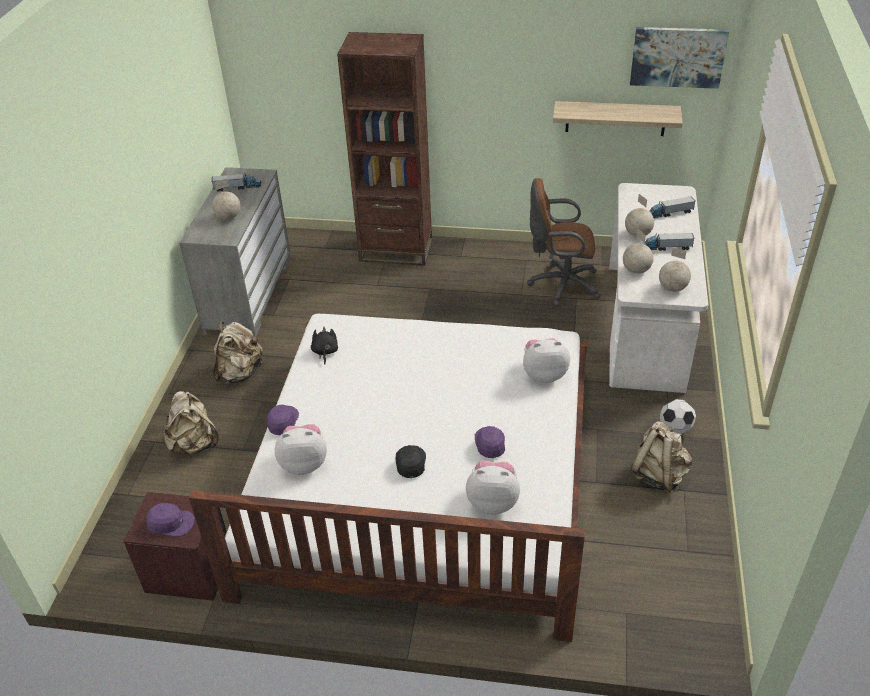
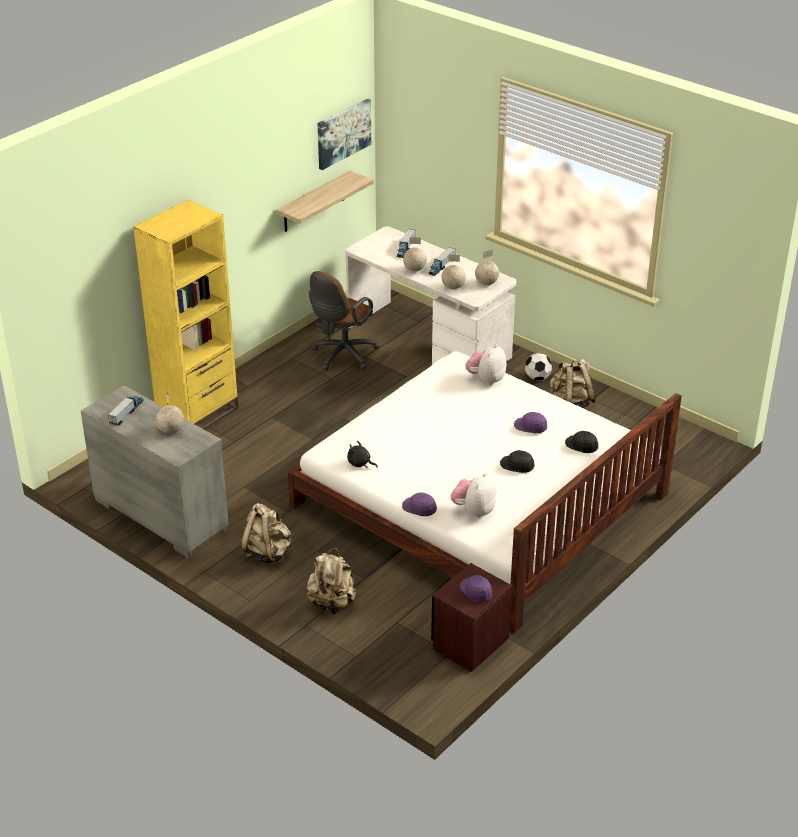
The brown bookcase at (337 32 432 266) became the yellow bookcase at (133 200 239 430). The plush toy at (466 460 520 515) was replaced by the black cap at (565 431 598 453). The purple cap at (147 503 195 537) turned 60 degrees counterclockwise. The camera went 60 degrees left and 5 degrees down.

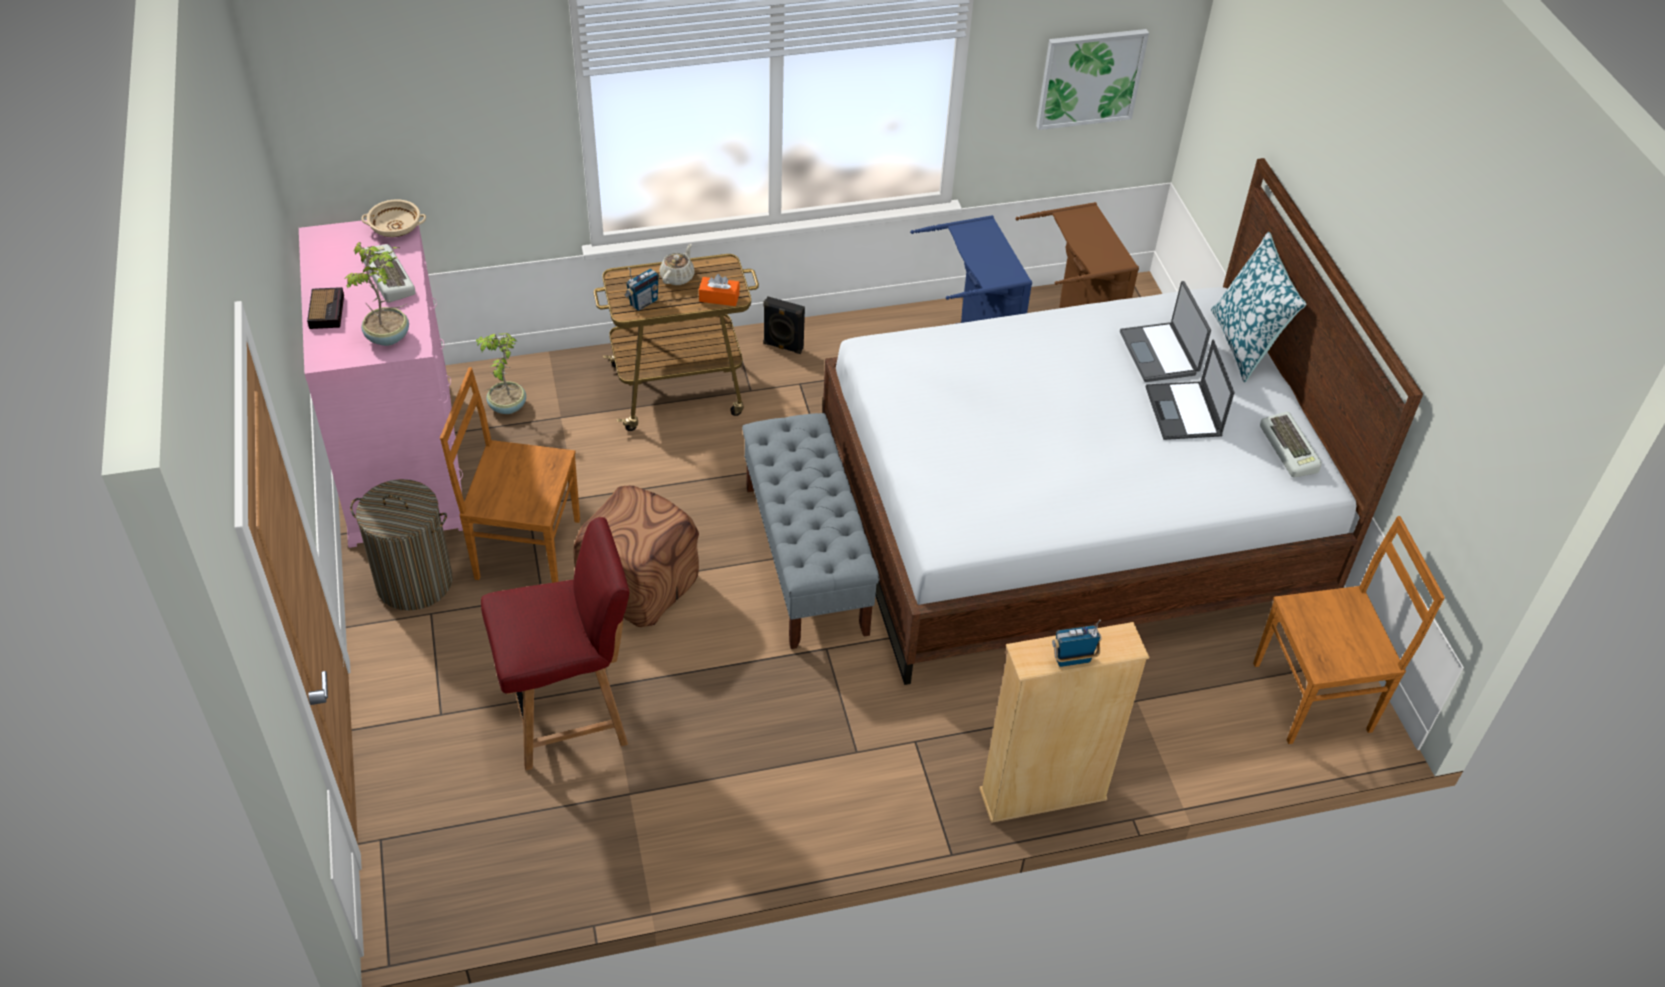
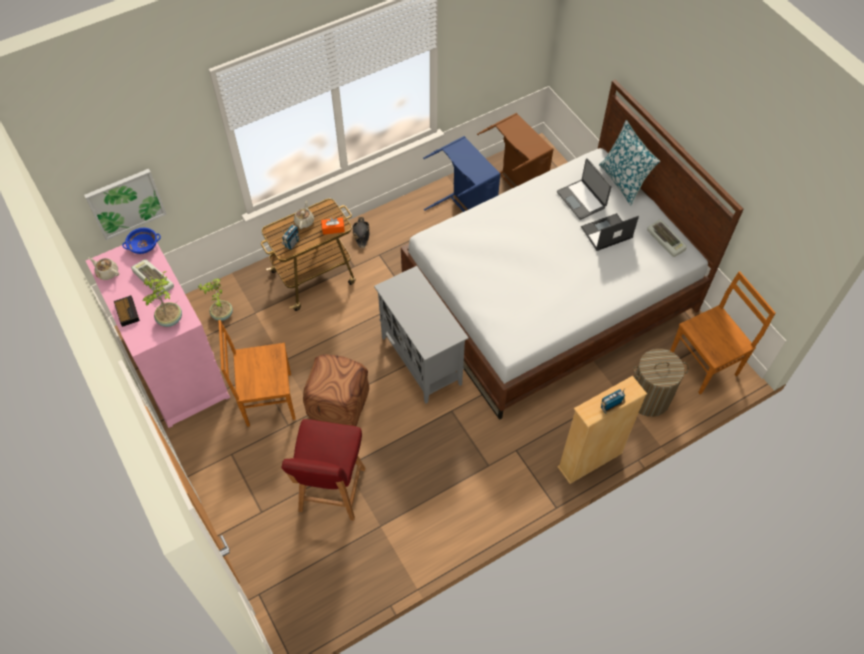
The picture moved from (1036 29 1149 130) to (84 169 167 240). The beige bowl at (361 199 426 237) became the blue bowl at (122 228 161 254). The black speaker at (763 296 805 354) was replaced by the black hat at (352 217 369 248). The laptop at (1146 339 1235 440) turned 90 degrees clockwise. The grey bench at (742 413 879 649) was replaced by the grey cabinet at (374 266 469 404). The laundry basket moved from (350 479 453 611) to (634 349 689 417). The red chair at (481 517 629 770) turned 135 degrees clockwise. The beige teapot at (88 257 119 280) appeared. The camera went 15 degrees left and 10 degrees up.

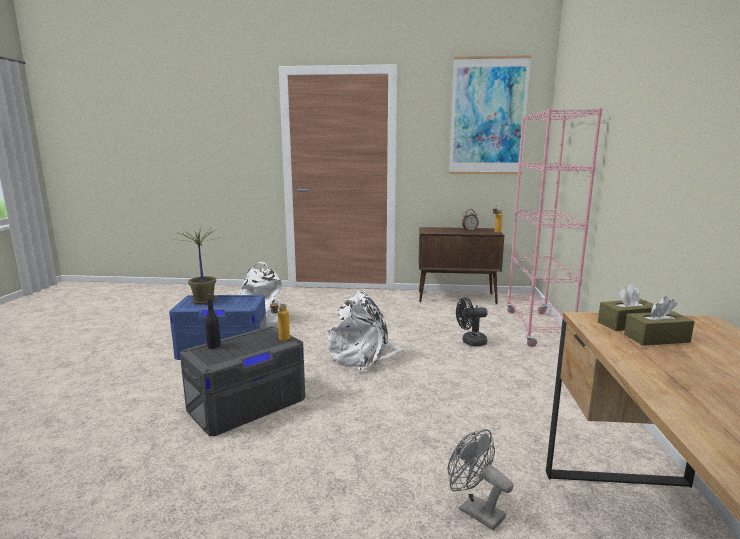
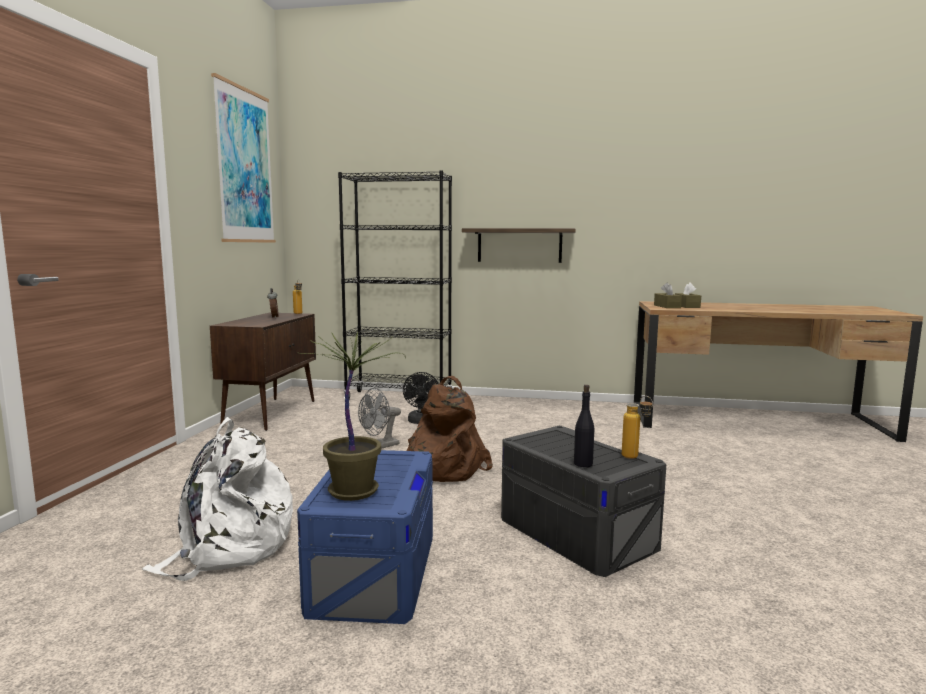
The pink bookcase at (506 108 603 347) became the black bookcase at (338 170 452 399). The white backpack at (328 290 405 372) became the brown backpack at (407 376 493 482). The bottle moved from (270 299 290 341) to (622 396 653 459). The grey fan moved from (448 429 513 530) to (358 388 401 449). The shelf at (462 228 576 263) appeared. The camera went 85 degrees left and 5 degrees down.

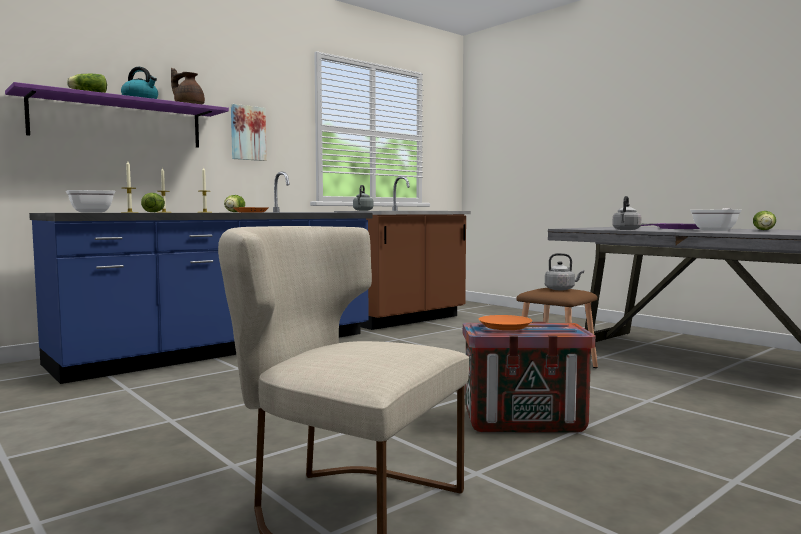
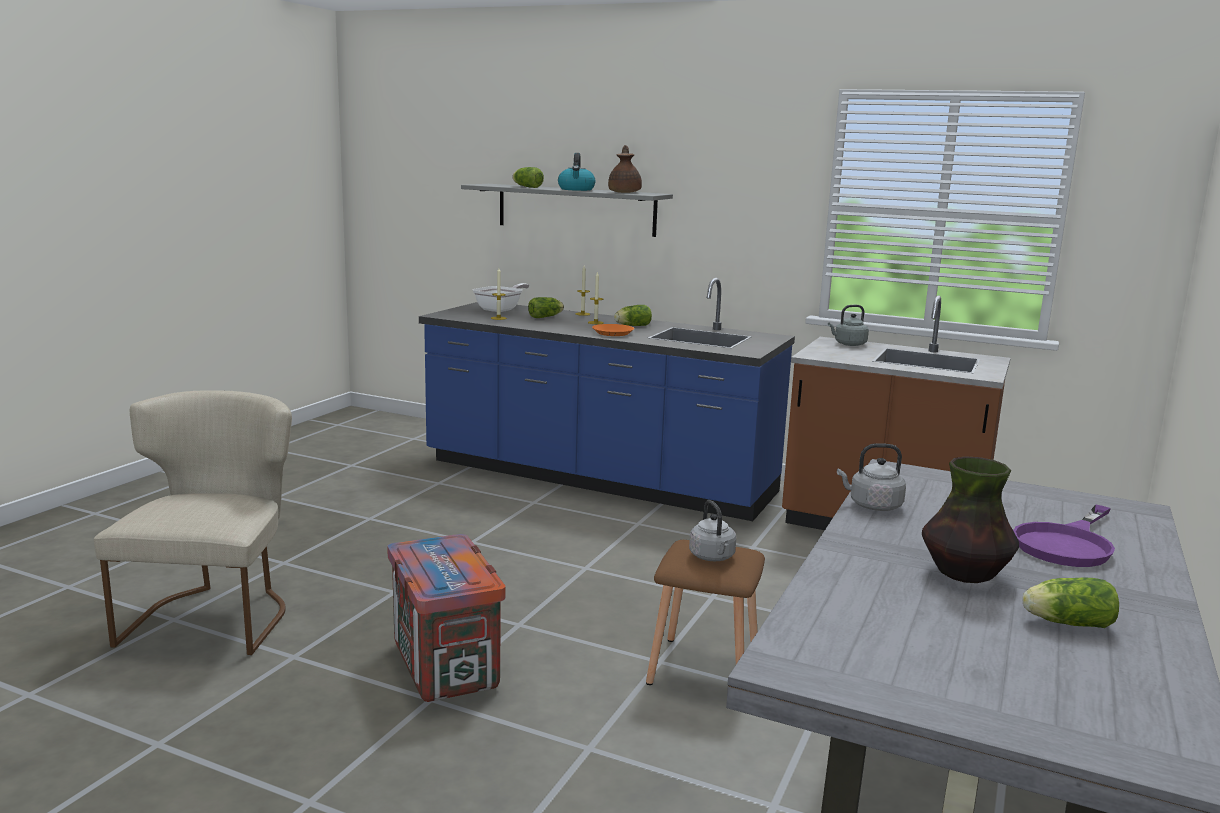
The purple shelf at (5 82 229 148) became the grey shelf at (461 184 673 237). The picture at (231 104 267 161) disappeared. The frying pan at (690 208 742 231) was replaced by the vase at (922 456 1019 583). The orange plate at (479 315 532 330) disappeared. The camera went 65 degrees right and 10 degrees up.

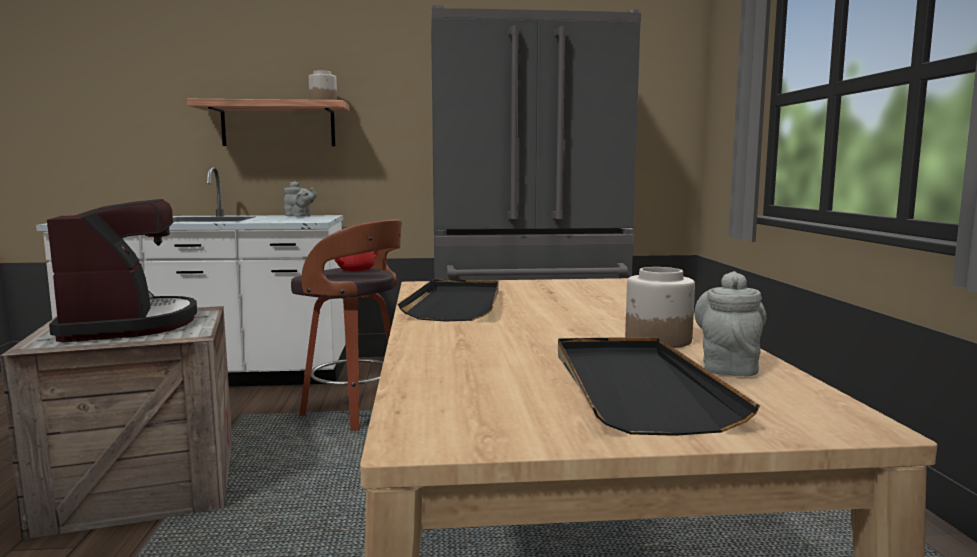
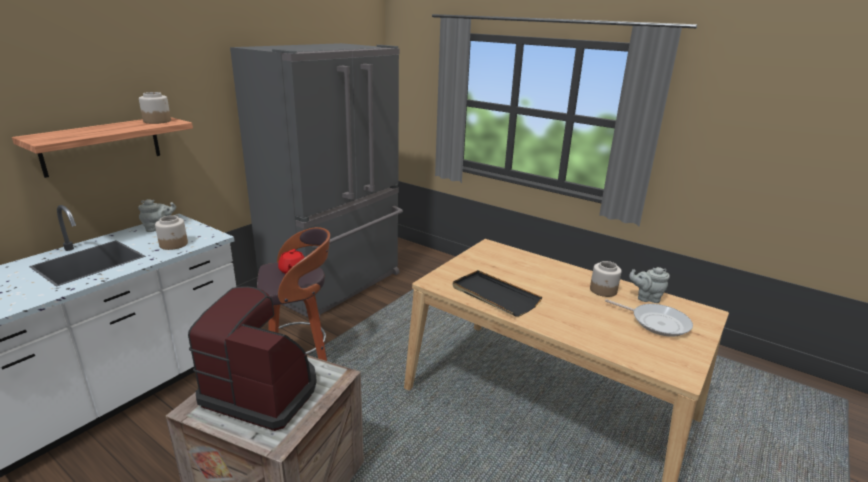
The grey teapot at (694 271 767 376) turned 45 degrees counterclockwise. The black tray at (558 337 760 436) was replaced by the frying pan at (605 299 693 337). The jar at (155 215 188 250) appeared. The camera went 50 degrees left and 15 degrees up.

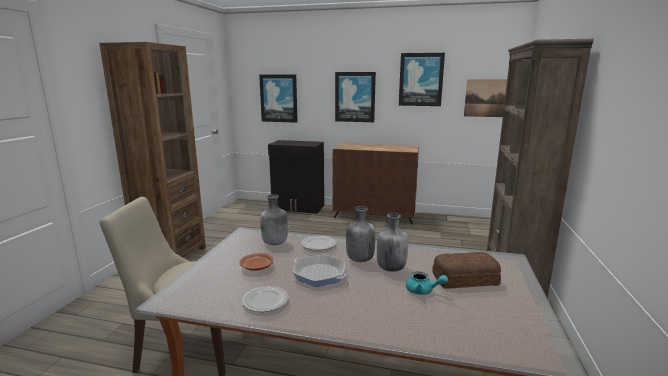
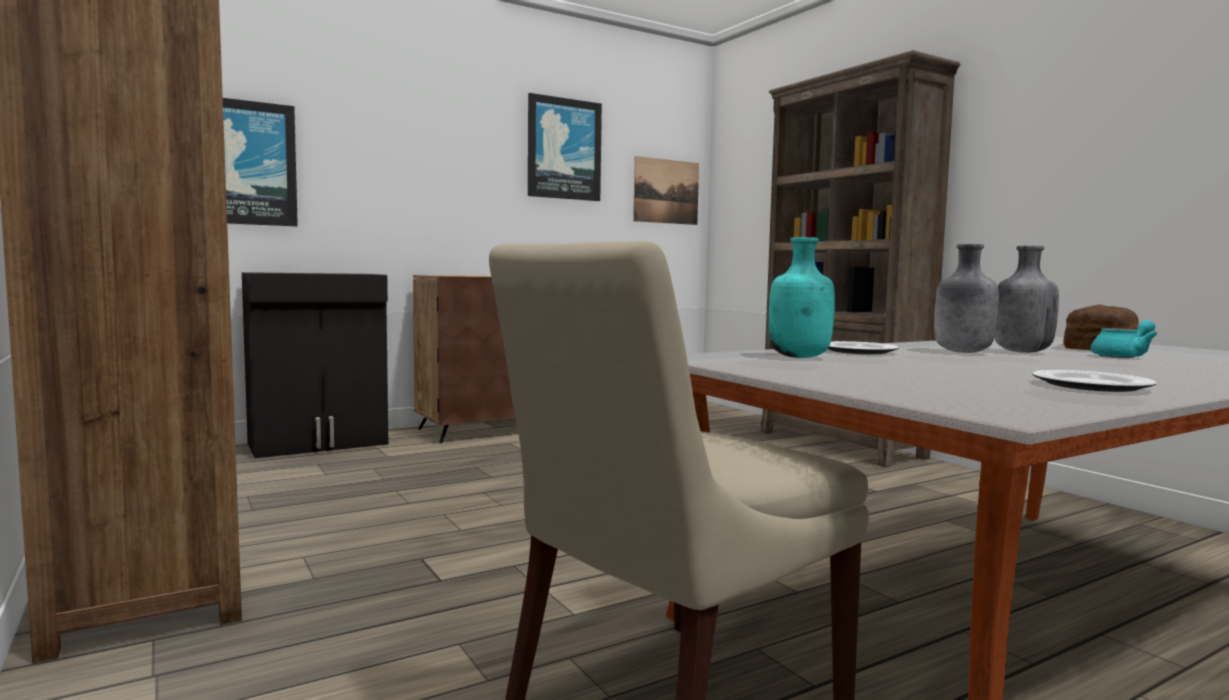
The picture at (335 72 376 122) disappeared. The grey bottle at (260 194 288 245) became the turquoise bottle at (769 237 835 358). The brown plate at (239 253 274 271) disappeared. The frying pan at (292 254 347 287) disappeared. The camera went 45 degrees left and 10 degrees down.

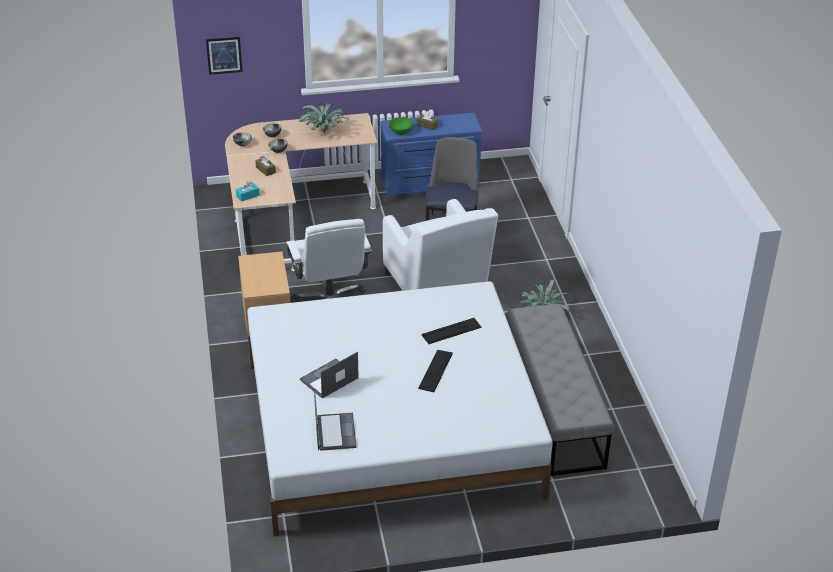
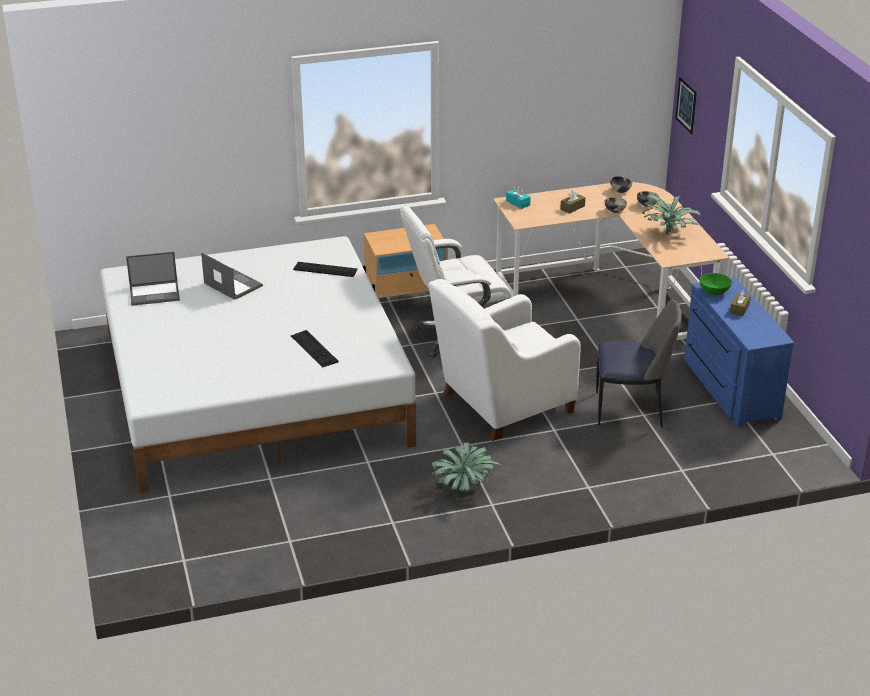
The grey bench at (506 304 614 476) disappeared. The keyboard moved from (418 350 453 392) to (293 262 358 277). The camera went 85 degrees right and 5 degrees down.

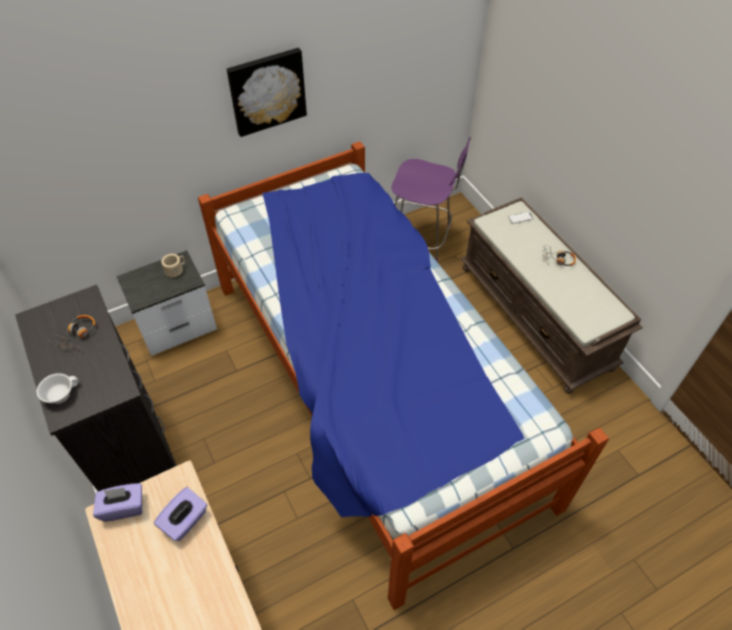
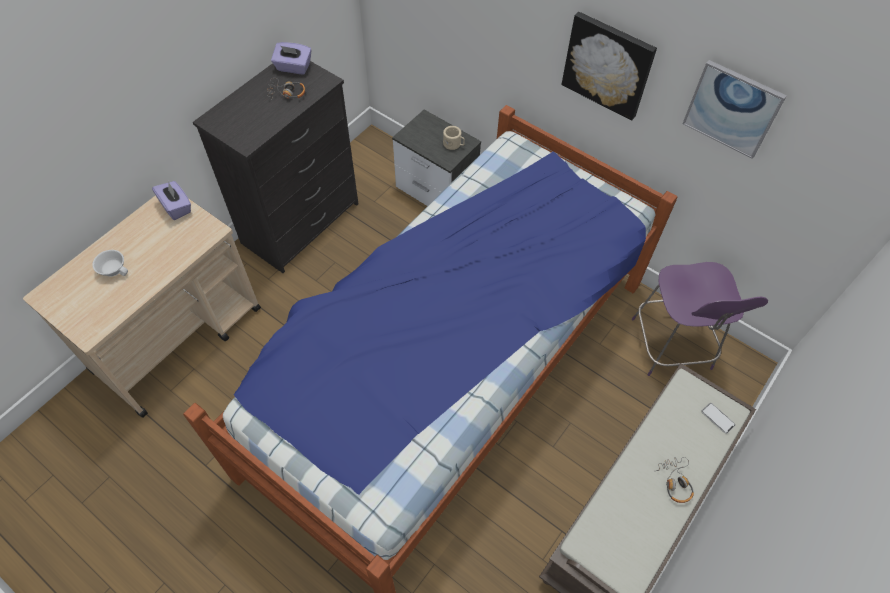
The white cup moved from (37 373 79 404) to (92 250 128 277). The purple tissue box moved from (154 487 207 541) to (271 42 312 74). The picture at (682 60 787 159) appeared. The camera went 65 degrees right and 5 degrees up.

